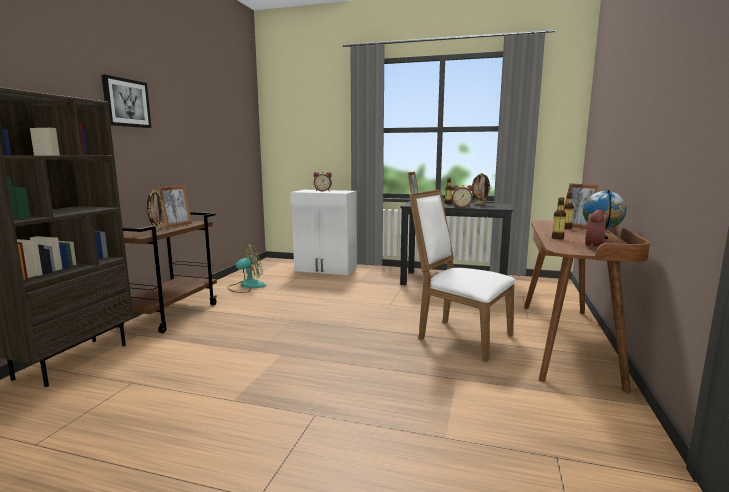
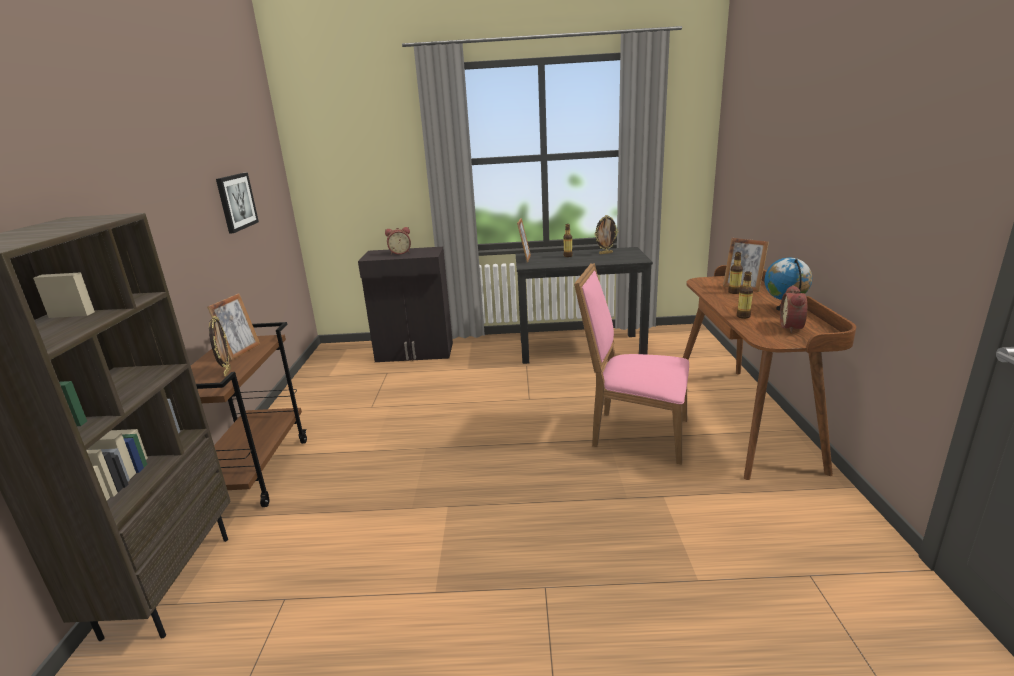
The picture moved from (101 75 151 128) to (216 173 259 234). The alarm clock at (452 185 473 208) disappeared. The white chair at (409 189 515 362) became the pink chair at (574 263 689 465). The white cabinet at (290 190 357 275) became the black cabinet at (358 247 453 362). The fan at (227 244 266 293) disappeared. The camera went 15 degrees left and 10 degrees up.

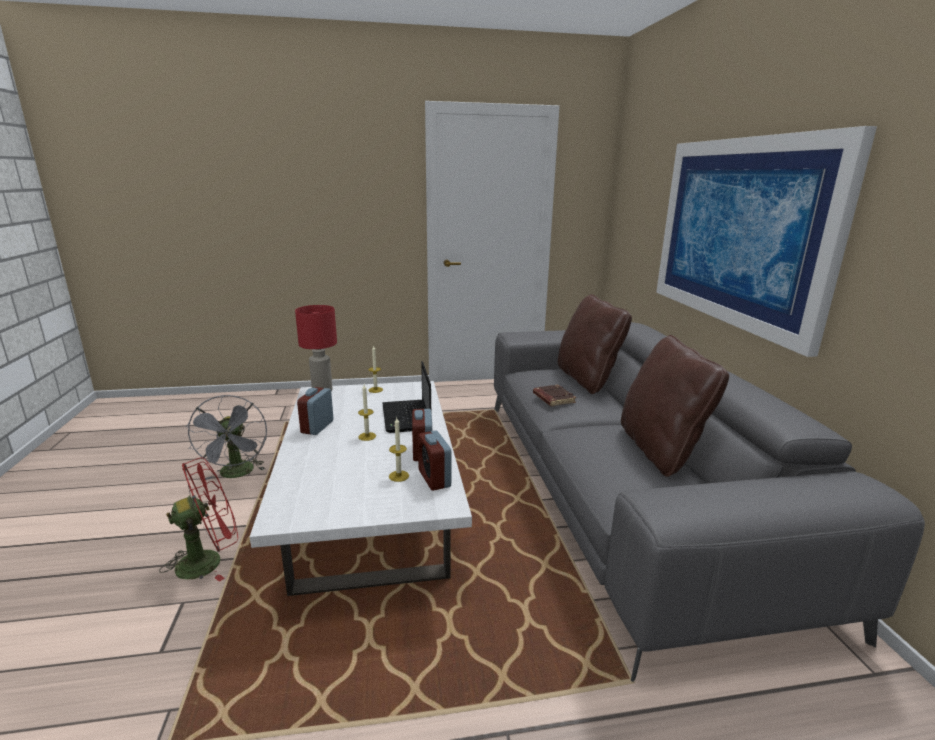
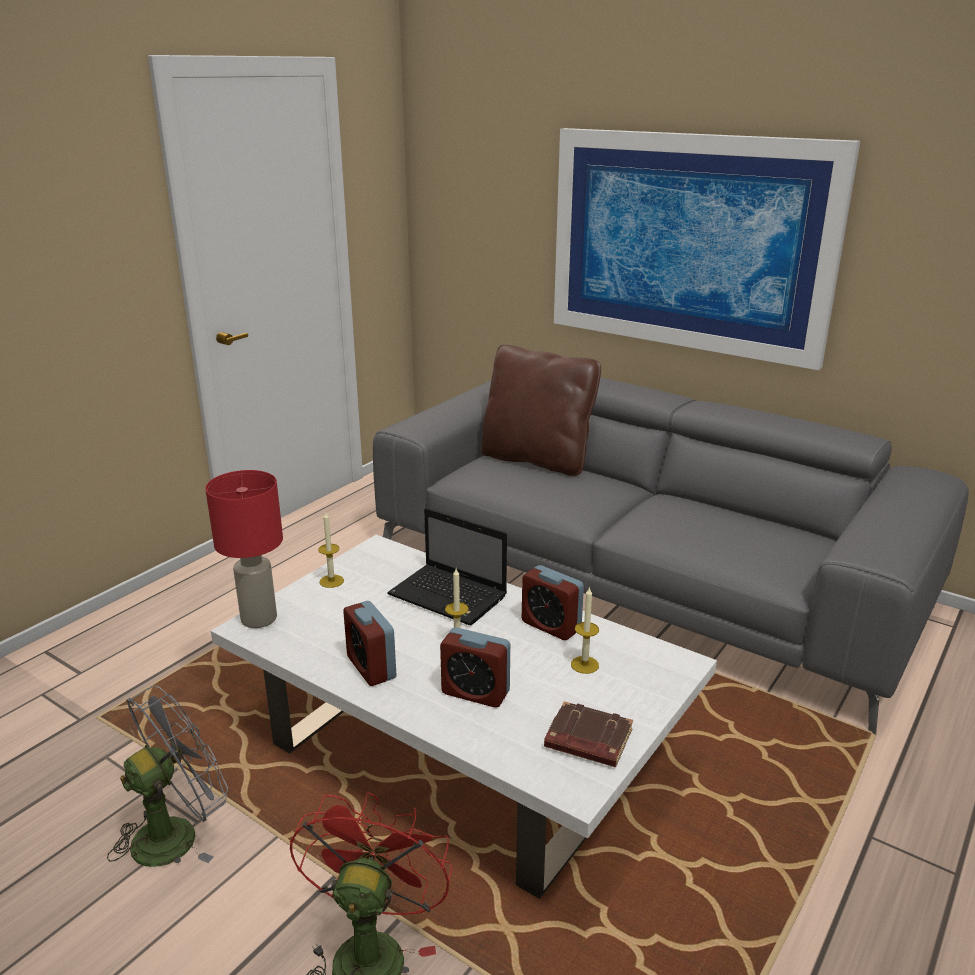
The brown pillow at (621 335 729 477) disappeared. The brown book moved from (533 385 576 406) to (544 701 633 767). The grey fan at (186 395 267 480) turned 75 degrees counterclockwise. The alarm clock moved from (418 430 451 491) to (440 627 510 708). The camera went 45 degrees left and 5 degrees up.

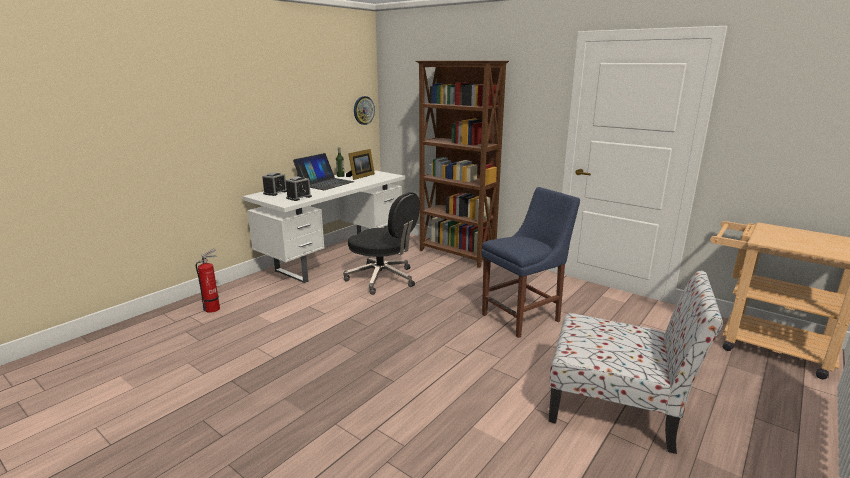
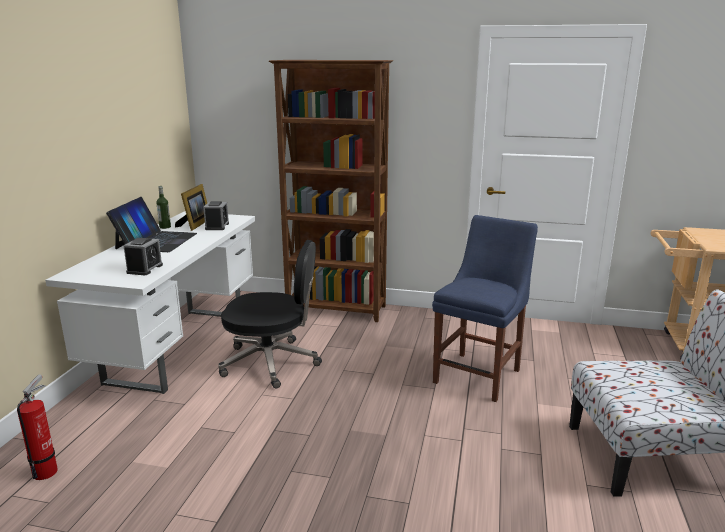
The wall clock at (354 96 375 125) disappeared. The alarm clock moved from (262 172 287 196) to (203 201 229 230). The camera went 25 degrees left and 0 degrees up.

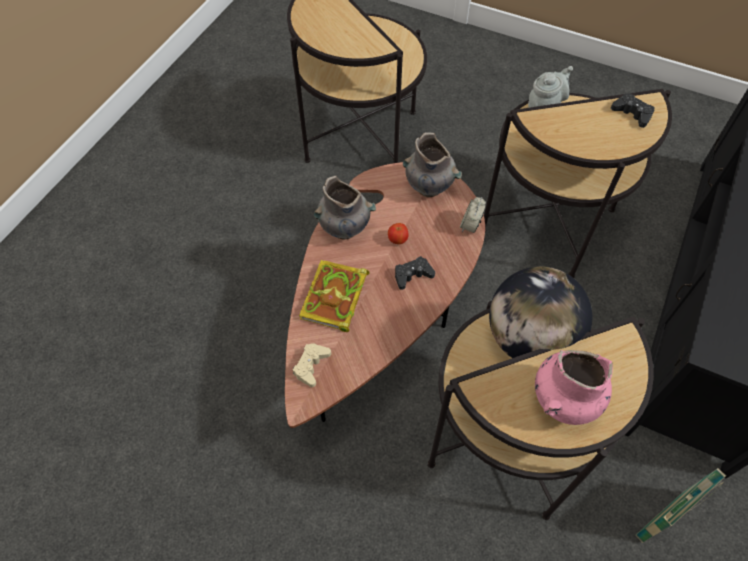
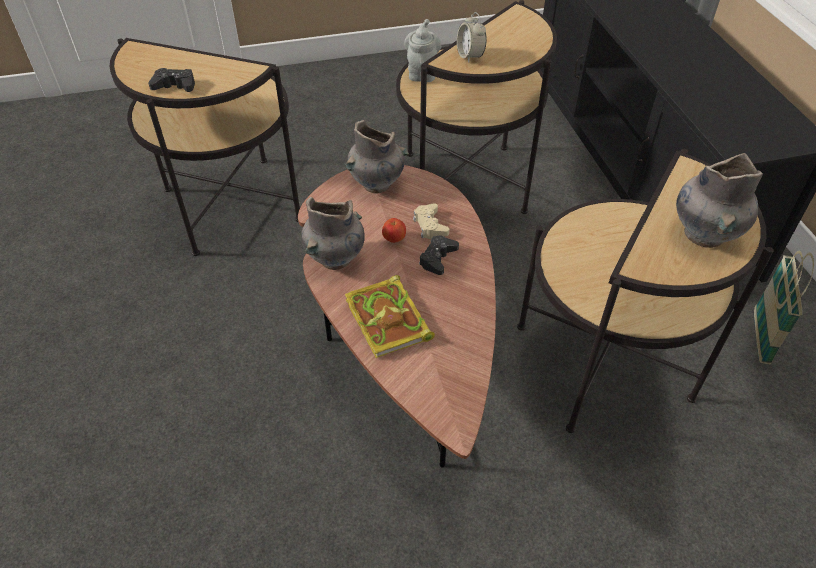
The black game controller moved from (611 93 655 128) to (148 68 195 92). The alarm clock moved from (460 197 486 233) to (457 12 487 62). The globe at (489 266 592 358) disappeared. The beige game controller moved from (293 343 331 387) to (413 204 449 239). The pink vase at (535 350 613 425) became the grey vase at (676 153 763 248). The camera went 40 degrees left and 10 degrees down.

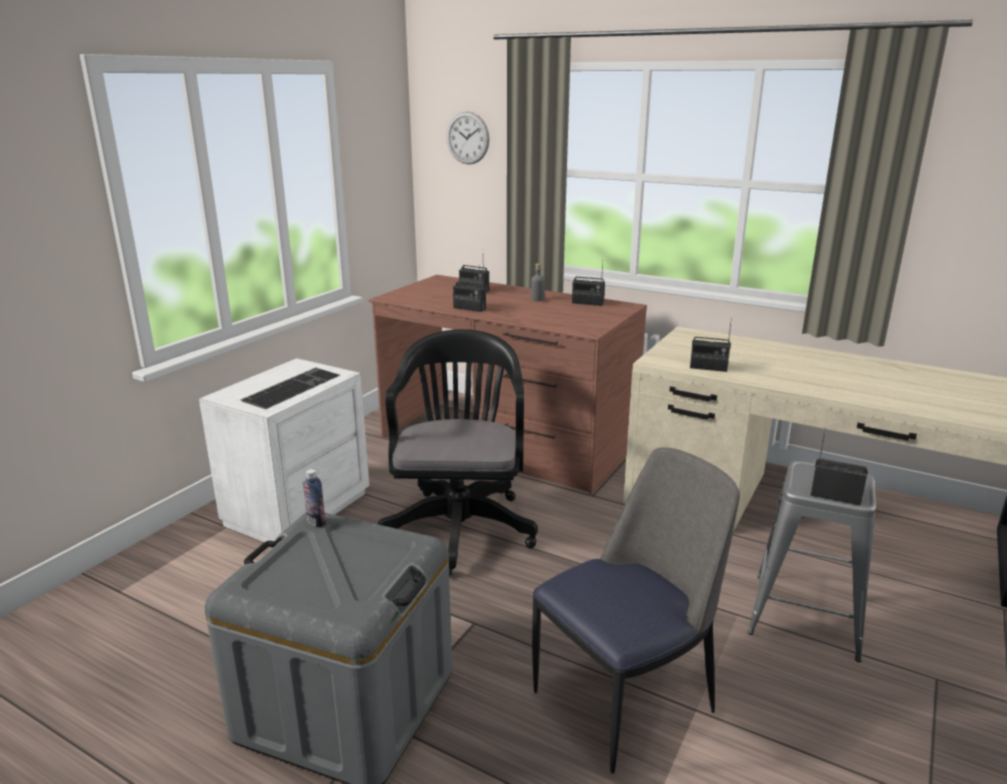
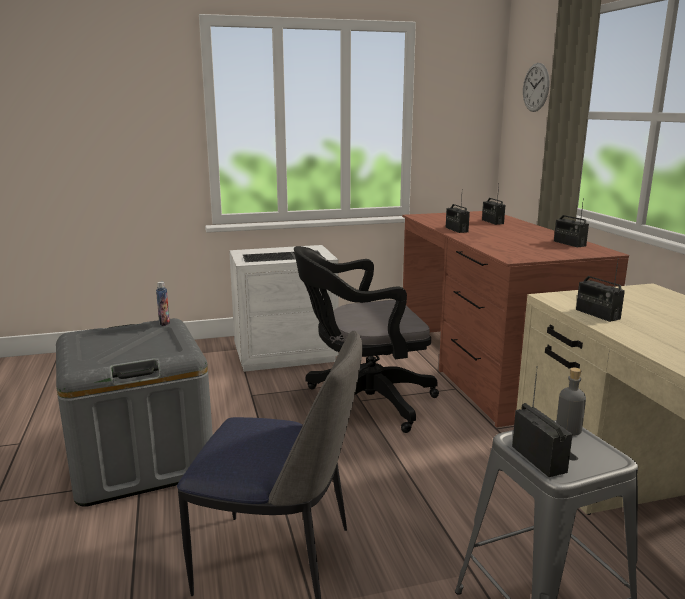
The grey bottle moved from (531 263 545 301) to (556 367 586 436). The black office chair at (378 329 538 576) turned 150 degrees counterclockwise. The camera went 45 degrees right and 5 degrees down.

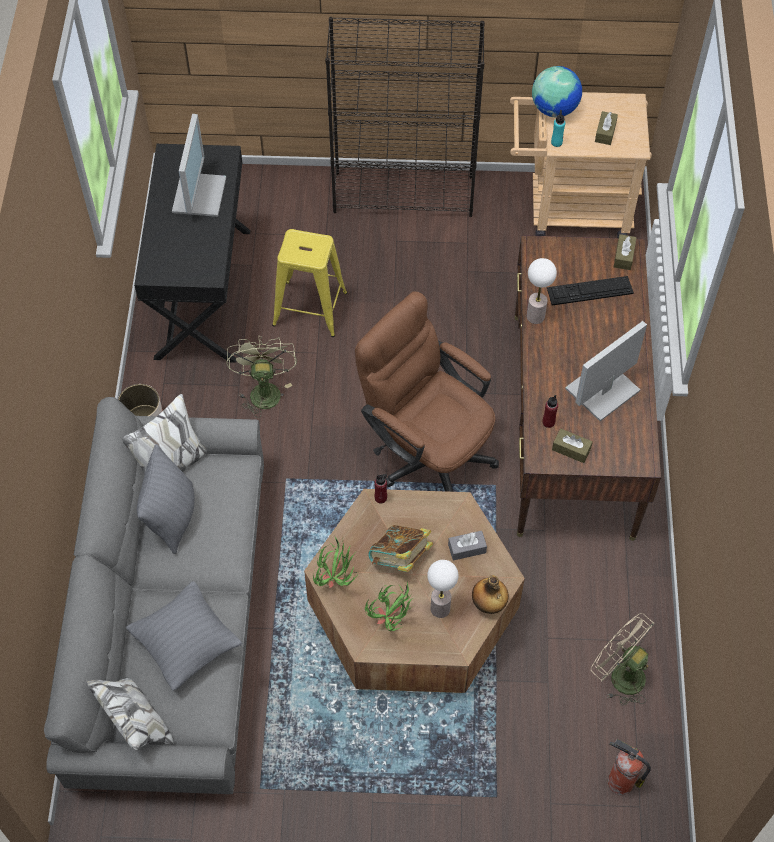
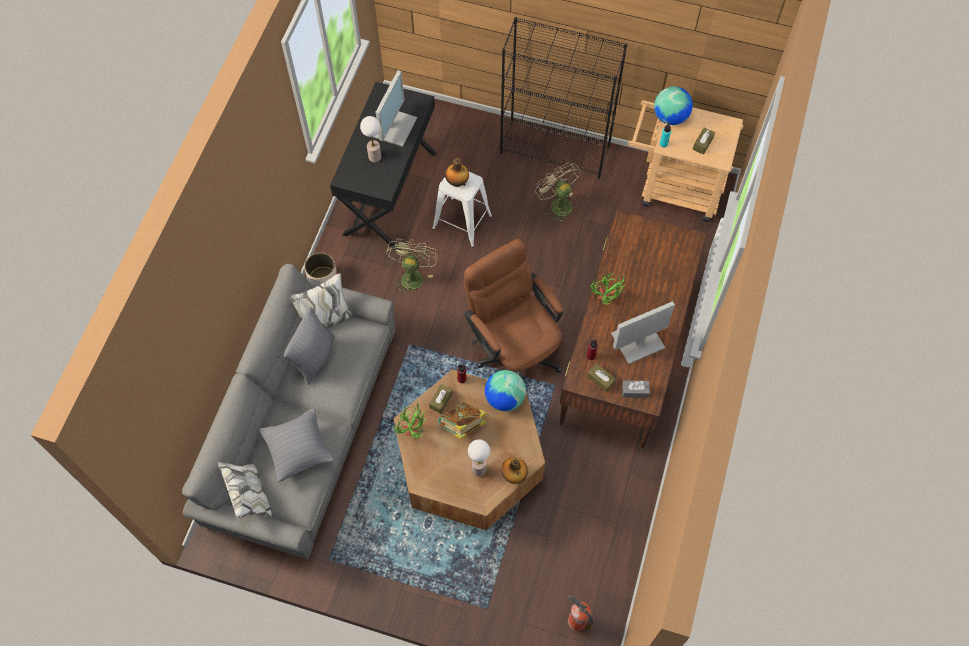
The yellow stool at (272 229 347 337) became the white stool at (432 172 492 248). The brown tissue box moved from (614 234 636 270) to (429 384 453 413). The table lamp moved from (527 258 557 324) to (360 116 381 162). The keyboard at (547 276 634 306) disappeared. The grey tissue box moved from (448 531 487 561) to (622 380 650 398). The potted plant moved from (365 581 415 631) to (591 272 625 304). The beige fan moved from (591 613 654 705) to (535 162 581 223). The bottle at (445 158 469 187) appeared. The globe at (485 370 526 411) appeared. The camera went 15 degrees right and 5 degrees up.

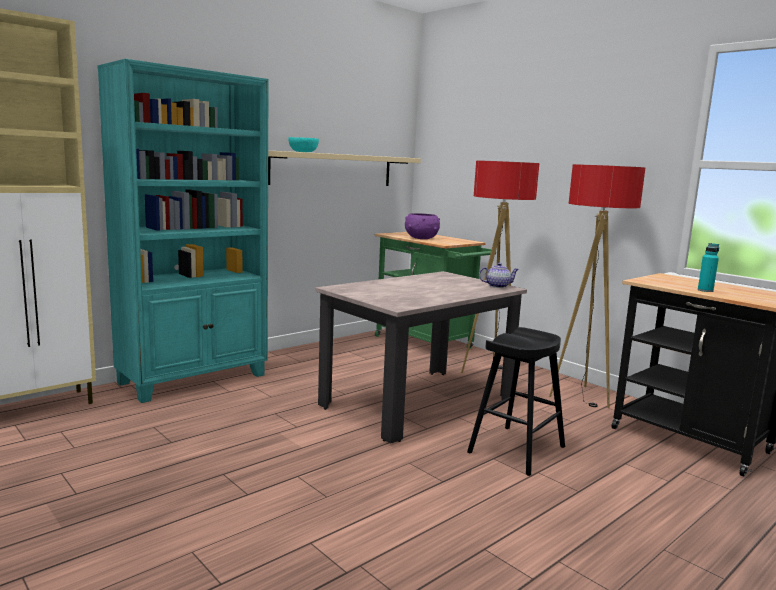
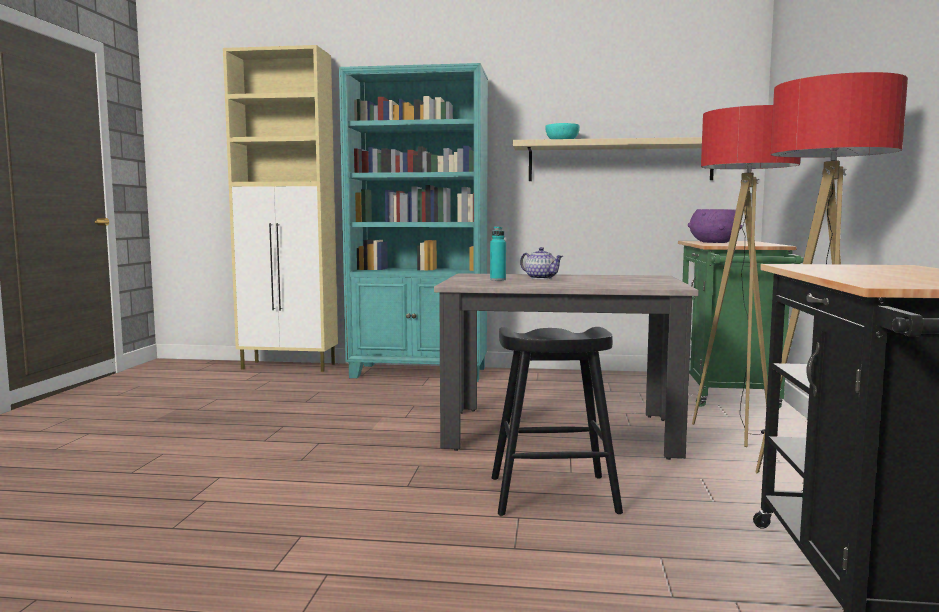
The turquoise bottle moved from (698 243 719 292) to (490 226 506 281). The teapot moved from (479 263 519 288) to (520 247 563 279). The camera went 50 degrees right and 5 degrees down.

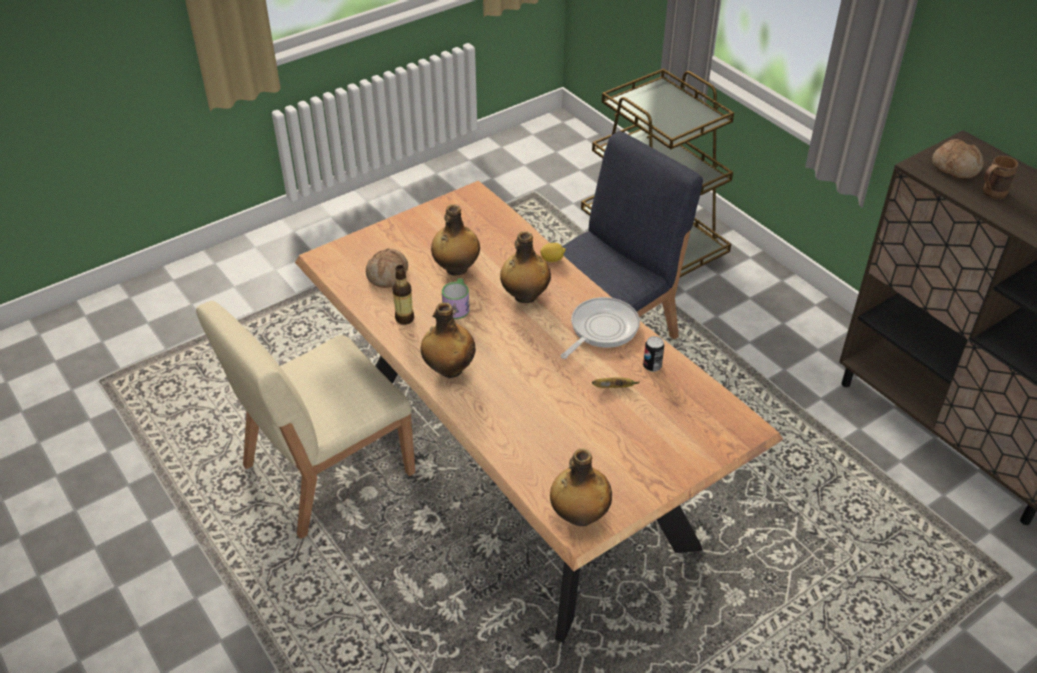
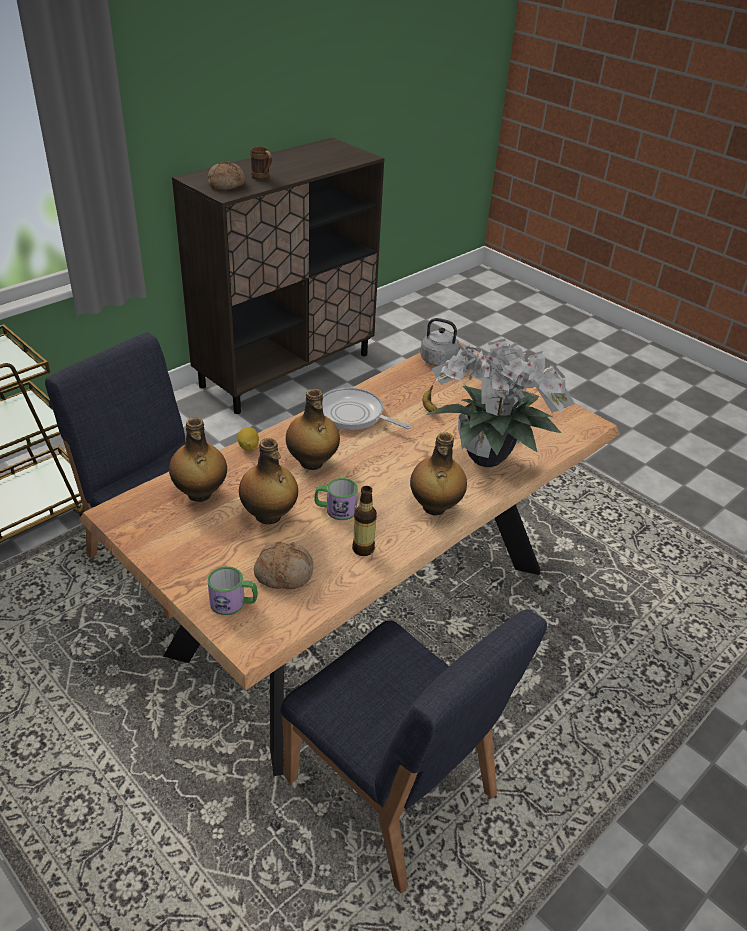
The beige chair at (196 301 415 539) became the blue chair at (280 610 547 893). The can at (643 336 664 372) disappeared. The bottle moved from (550 448 612 526) to (169 417 227 502). The grey kettle at (420 318 470 366) appeared. The potted plant at (426 339 575 467) appeared. The mug at (207 566 258 615) appeared. The camera went 100 degrees left and 5 degrees down.

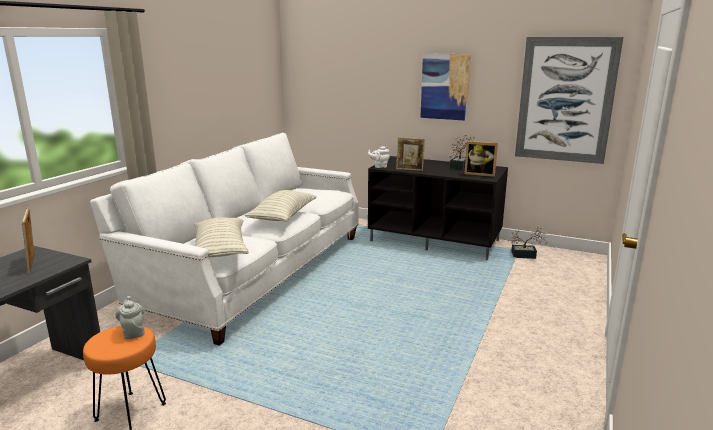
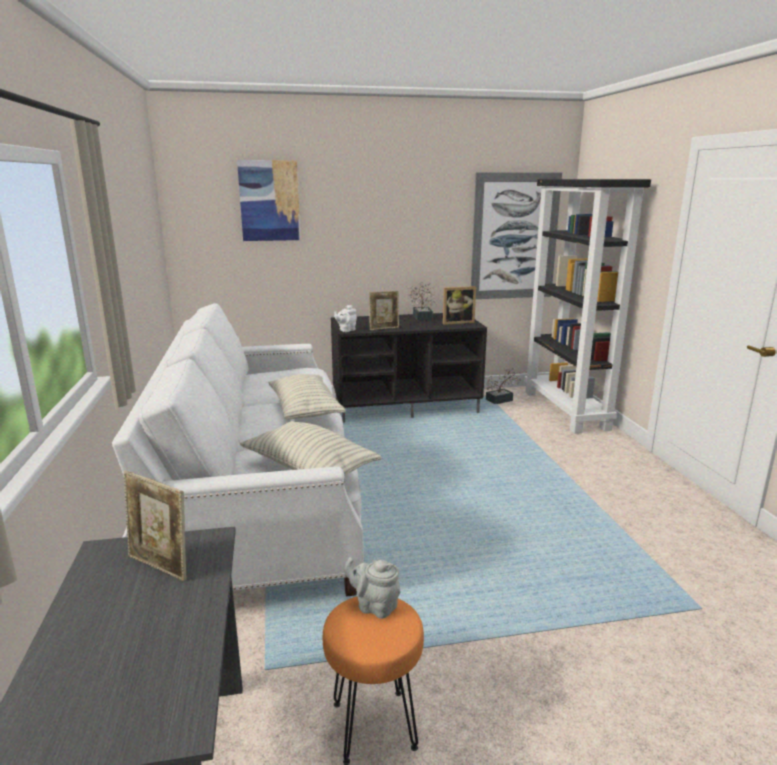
The picture moved from (420 53 471 121) to (237 160 301 241). The black bookcase at (524 179 651 434) appeared. The camera went 35 degrees left and 0 degrees up.

